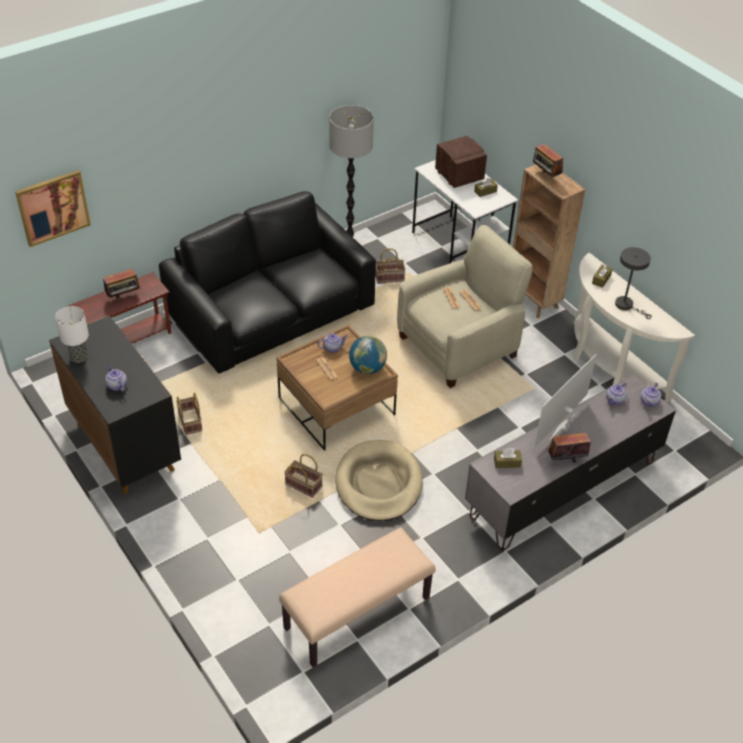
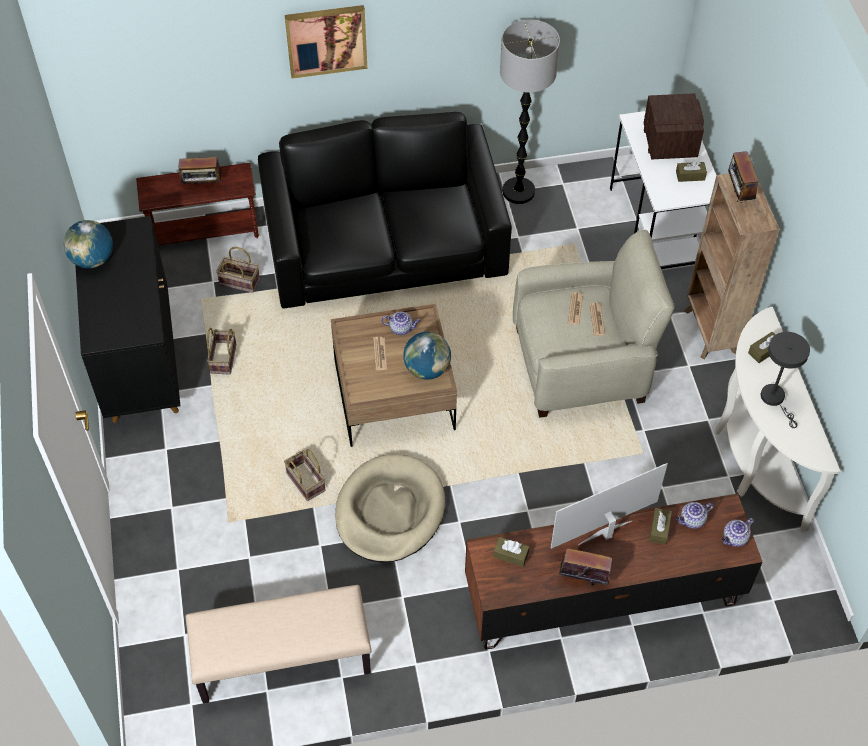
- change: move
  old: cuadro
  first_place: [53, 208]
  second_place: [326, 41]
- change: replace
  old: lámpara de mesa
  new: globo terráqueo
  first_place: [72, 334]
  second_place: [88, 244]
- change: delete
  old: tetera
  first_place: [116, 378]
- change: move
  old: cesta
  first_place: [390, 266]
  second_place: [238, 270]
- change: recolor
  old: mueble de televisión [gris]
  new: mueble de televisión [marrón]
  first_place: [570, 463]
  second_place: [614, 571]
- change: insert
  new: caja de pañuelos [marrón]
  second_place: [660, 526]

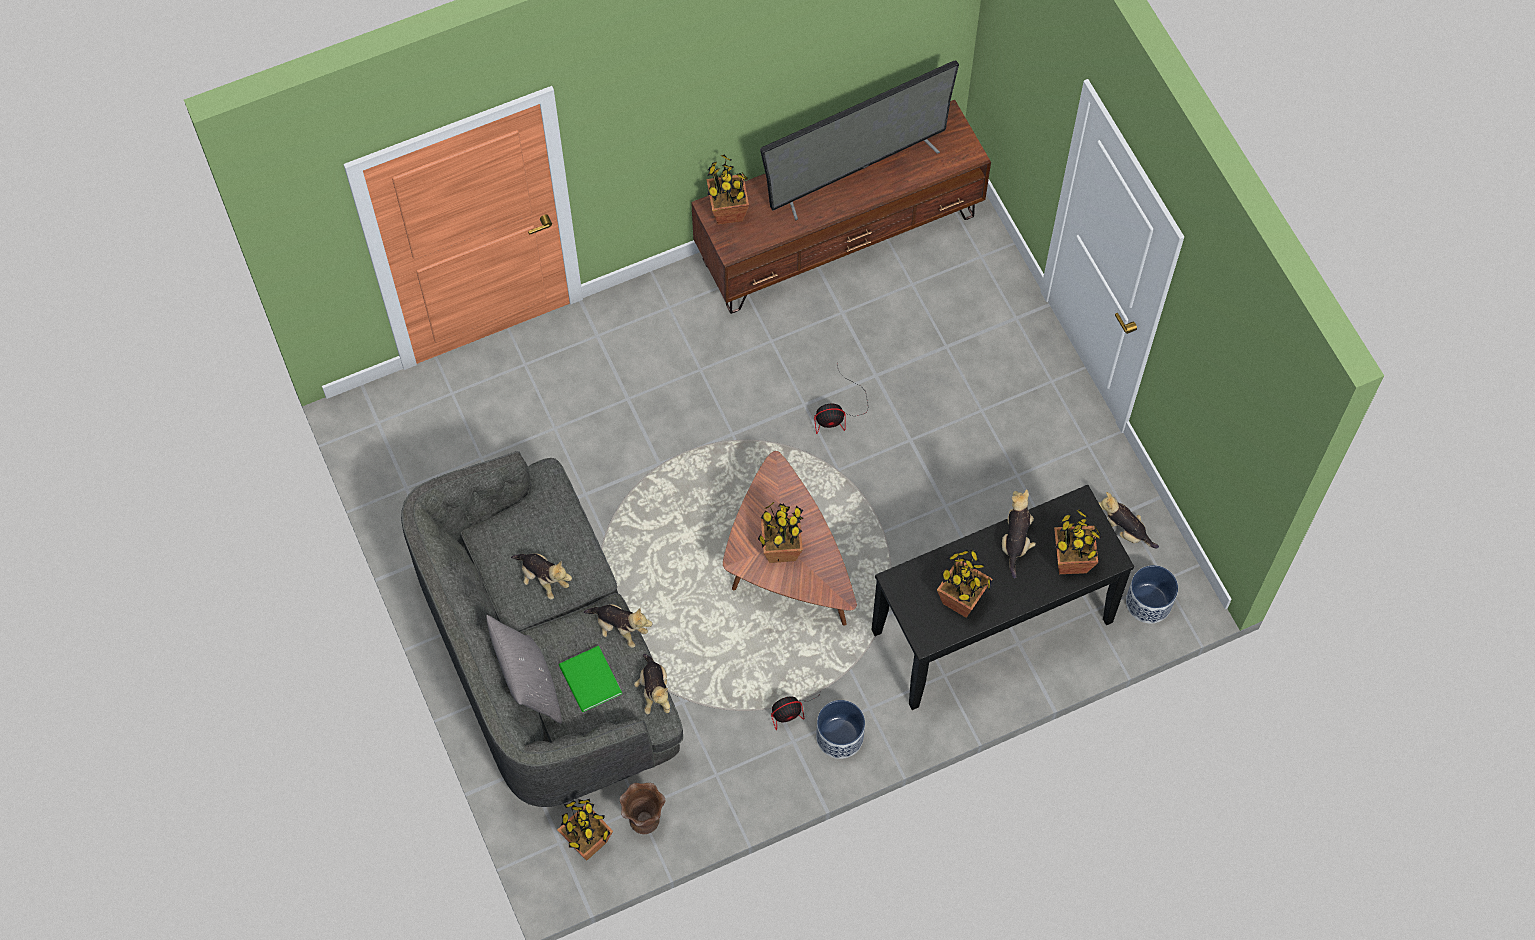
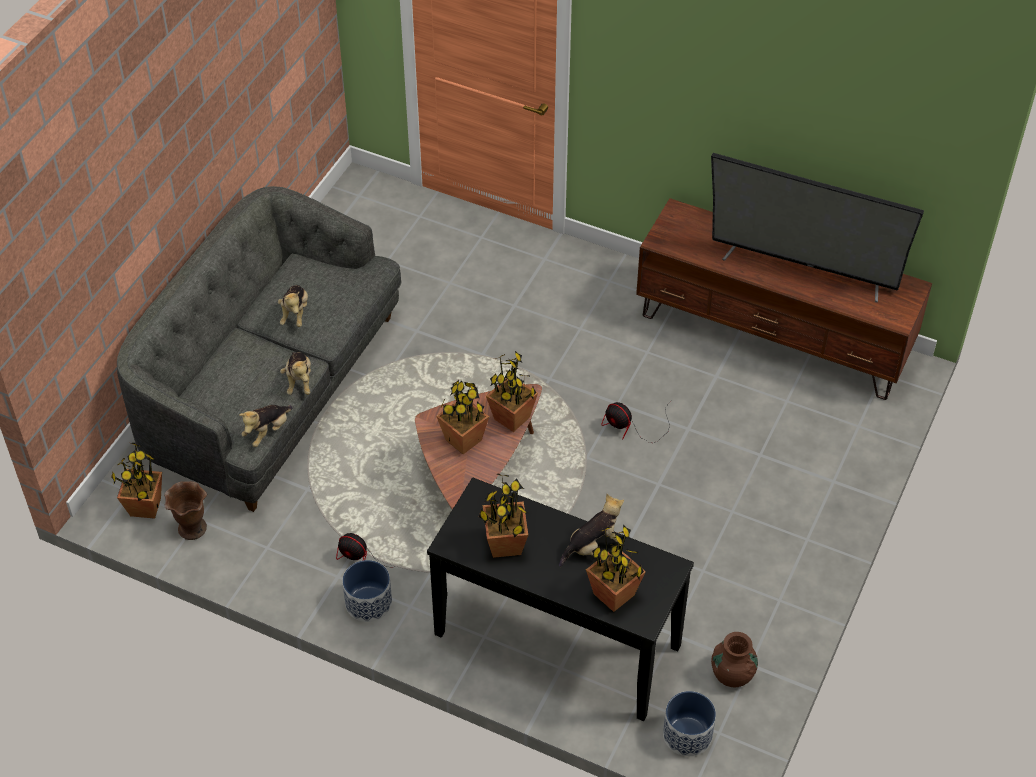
- change: delete
  old: cojín [gris]
  first_place: [524, 669]
- change: delete
  old: libro [verde]
  first_place: [590, 679]
- change: move
  old: planta en maceta
  first_place: [728, 190]
  second_place: [512, 391]
- change: replace
  old: peluche
  new: florero [marrón]
  first_place: [1128, 520]
  second_place: [734, 659]

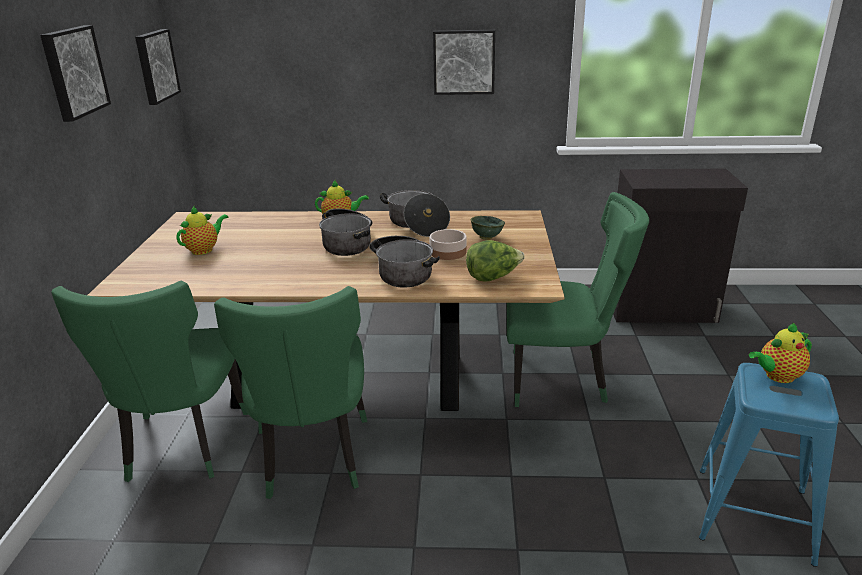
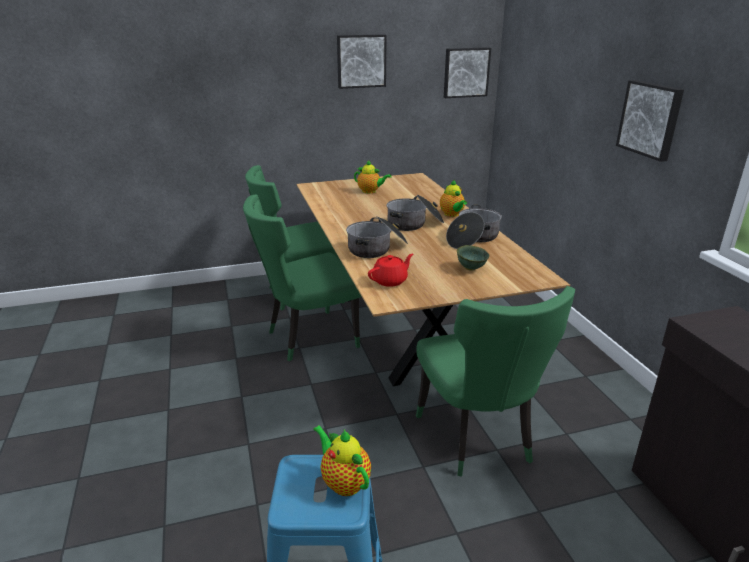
- change: delete
  old: cuenco
  first_place: [448, 244]
- change: replace
  old: lechuga
  new: tetera [rojo]
  first_place: [495, 261]
  second_place: [390, 270]

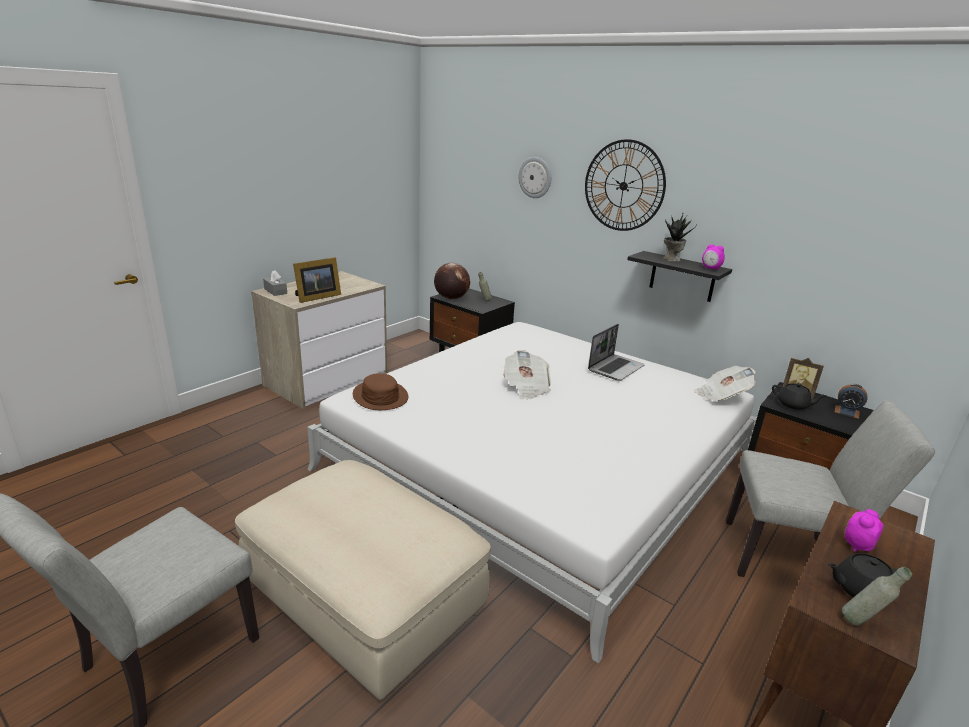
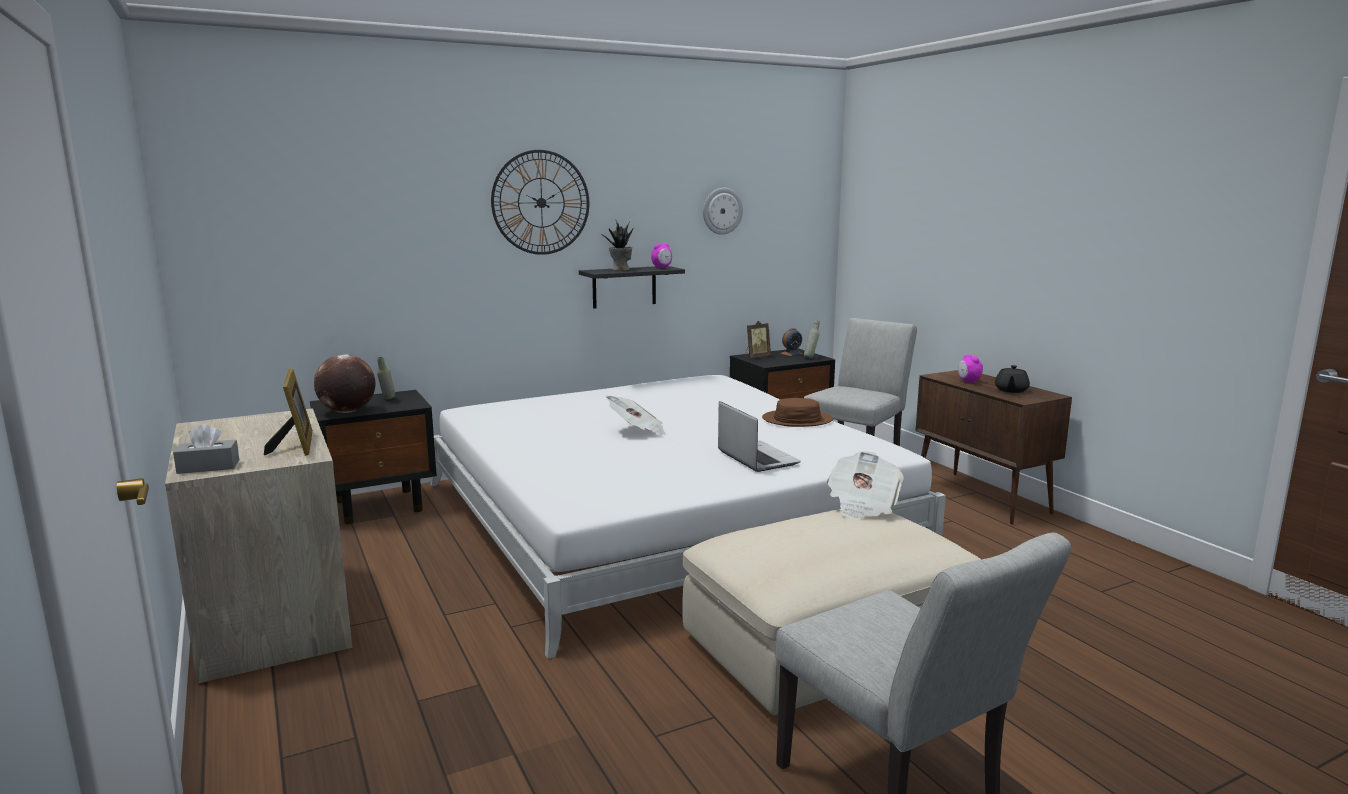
- change: move
  old: sombrero [marrón]
  first_place: [380, 391]
  second_place: [797, 412]
- change: move
  old: reloj de pared
  first_place: [535, 177]
  second_place: [723, 211]
- change: move
  old: portátil
  first_place: [616, 352]
  second_place: [759, 436]
- change: move
  old: periódico
  first_place: [725, 384]
  second_place: [865, 485]
- change: delete
  old: tetera [negro]
  first_place: [799, 396]
- change: move
  old: botella [gris]
  first_place: [877, 596]
  second_place: [812, 339]

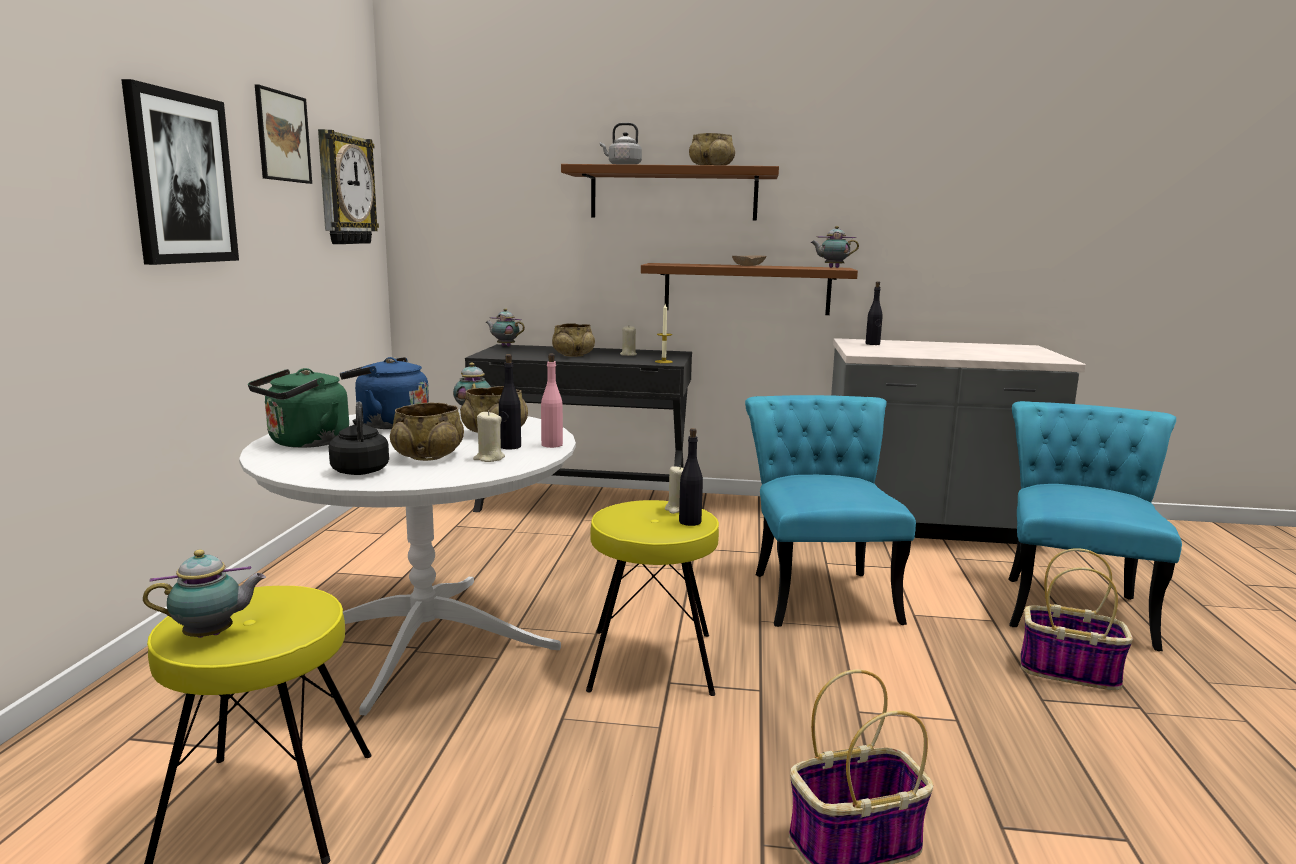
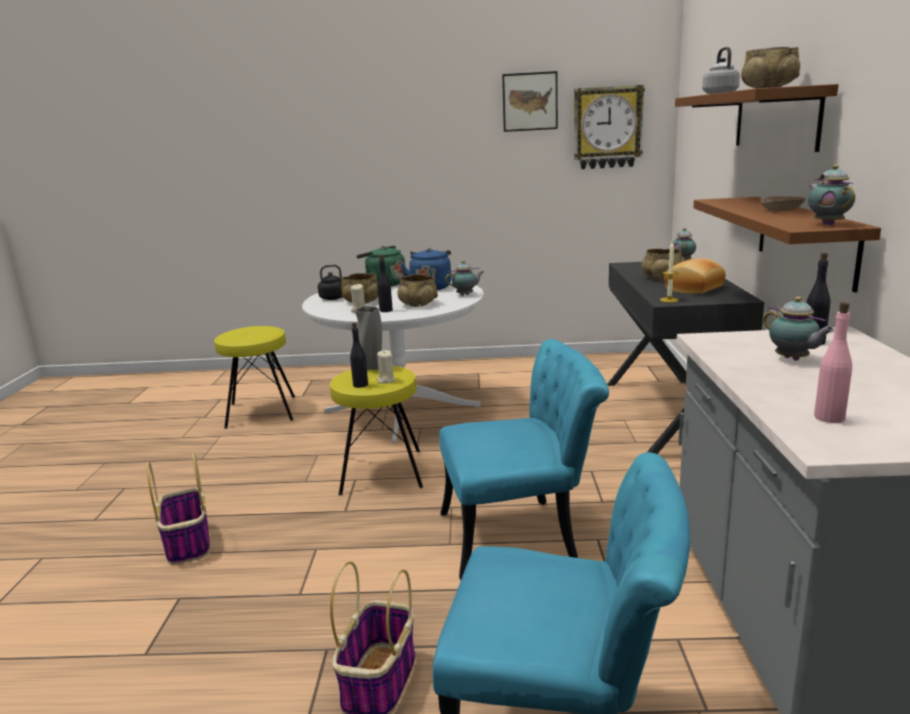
- change: delete
  old: cuadro
  first_place: [180, 172]
- change: move
  old: tetera
  first_place: [204, 593]
  second_place: [798, 329]
- change: move
  old: botella [rosa]
  first_place: [552, 400]
  second_place: [833, 362]
- change: replace
  old: vela [beis]
  new: pan
  first_place: [628, 341]
  second_place: [695, 276]
- change: insert
  new: florero [gris]
  second_place: [368, 338]

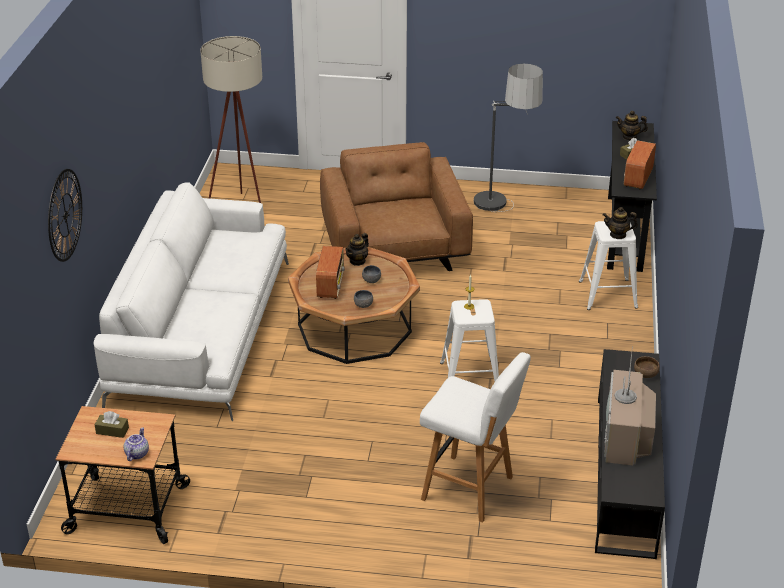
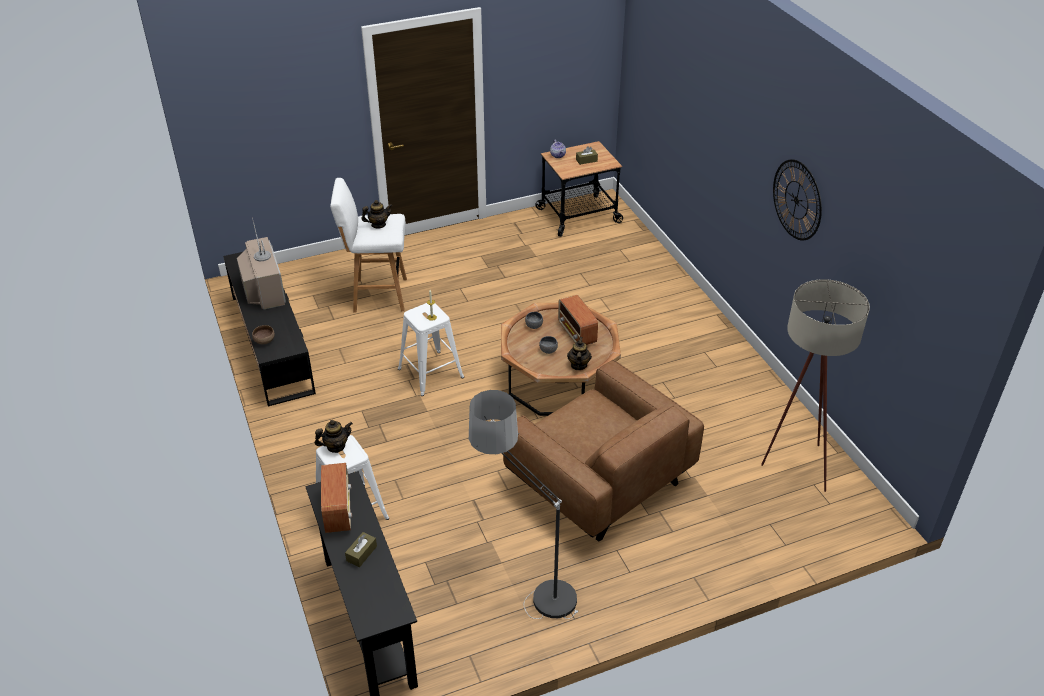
- change: move
  old: reloj de pared
  first_place: [65, 215]
  second_place: [797, 199]
- change: delete
  old: sofá [blanco]
  first_place: [191, 301]
- change: move
  old: tetera
  first_place: [632, 126]
  second_place: [377, 214]

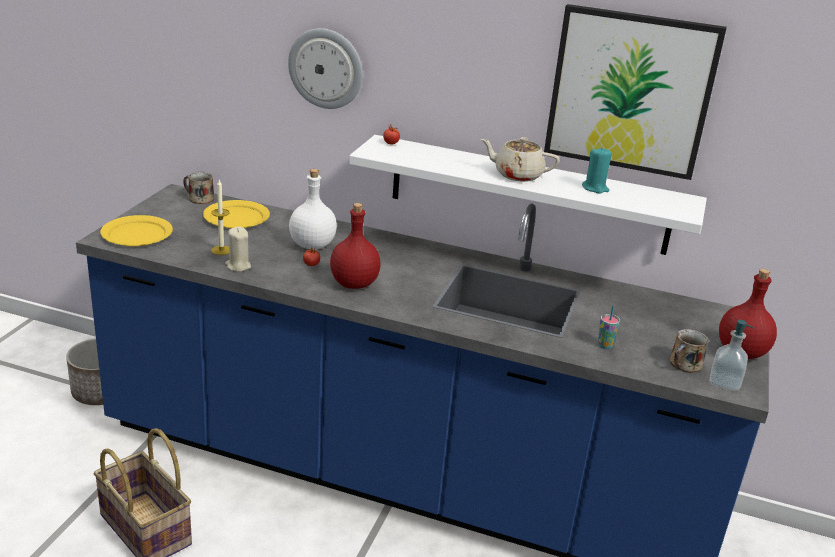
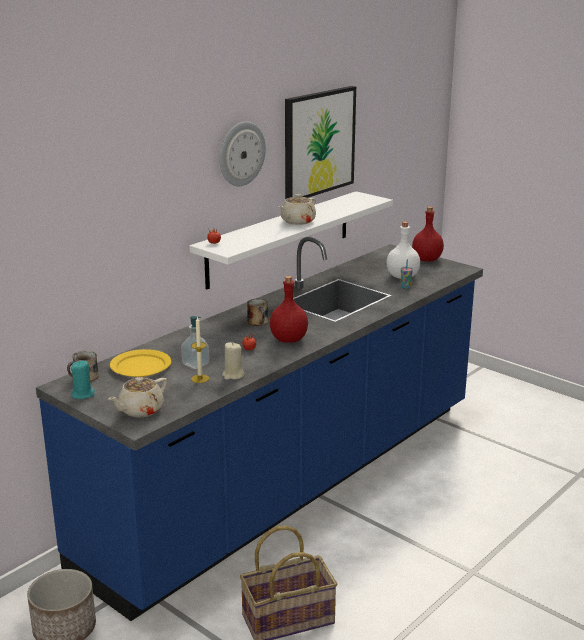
- change: replace
  old: plato [amarillo]
  new: tetera [beis]
  first_place: [136, 230]
  second_place: [137, 397]
- change: move
  old: reloj de pared
  first_place: [325, 68]
  second_place: [243, 154]
- change: move
  old: botella [blanco]
  first_place: [313, 209]
  second_place: [403, 250]
- change: move
  old: vela [turquesa]
  first_place: [597, 170]
  second_place: [83, 380]
- change: move
  old: taza grande
  first_place: [689, 351]
  second_place: [258, 312]
- change: move
  old: dispensador de jabón
  first_place: [731, 355]
  second_place: [195, 342]

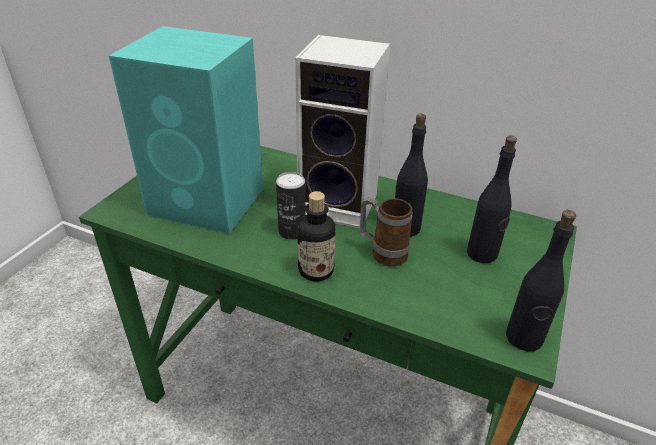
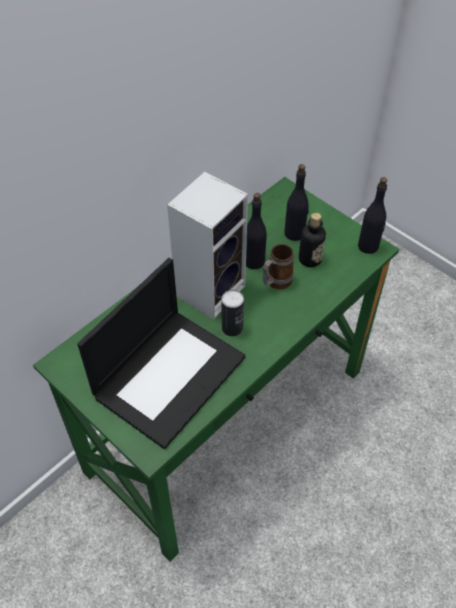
- change: replace
  old: altavoz [turquesa]
  new: portátil
  first_place: [186, 130]
  second_place: [161, 353]
- change: move
  old: botella
  first_place: [316, 236]
  second_place: [312, 240]

